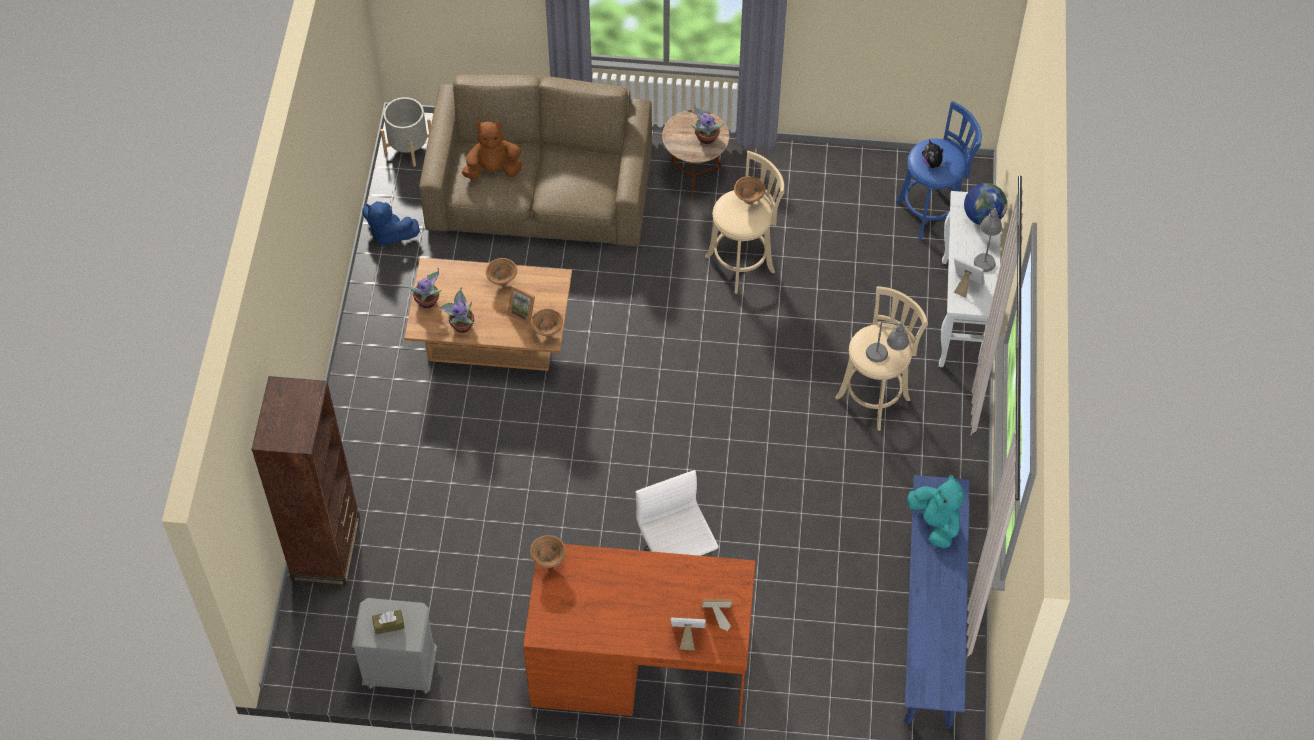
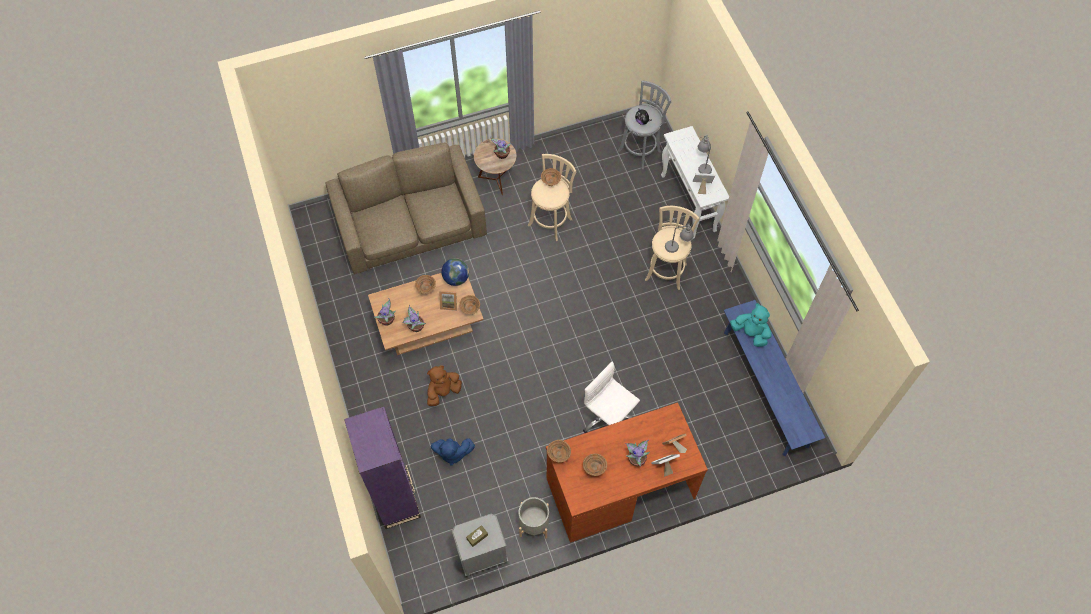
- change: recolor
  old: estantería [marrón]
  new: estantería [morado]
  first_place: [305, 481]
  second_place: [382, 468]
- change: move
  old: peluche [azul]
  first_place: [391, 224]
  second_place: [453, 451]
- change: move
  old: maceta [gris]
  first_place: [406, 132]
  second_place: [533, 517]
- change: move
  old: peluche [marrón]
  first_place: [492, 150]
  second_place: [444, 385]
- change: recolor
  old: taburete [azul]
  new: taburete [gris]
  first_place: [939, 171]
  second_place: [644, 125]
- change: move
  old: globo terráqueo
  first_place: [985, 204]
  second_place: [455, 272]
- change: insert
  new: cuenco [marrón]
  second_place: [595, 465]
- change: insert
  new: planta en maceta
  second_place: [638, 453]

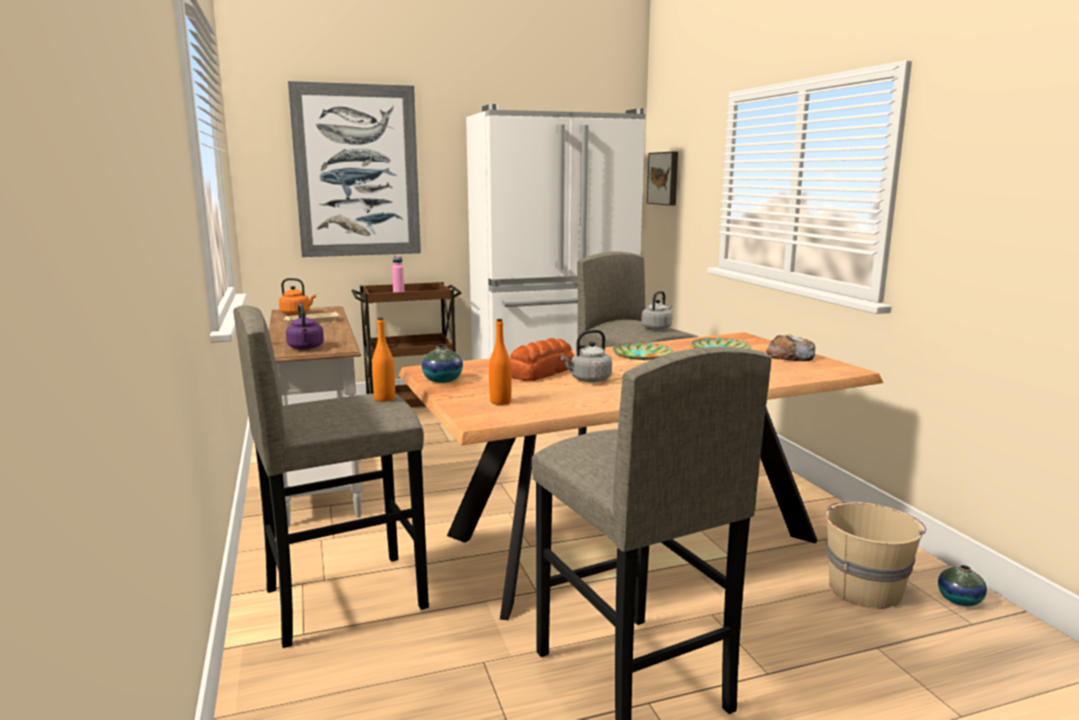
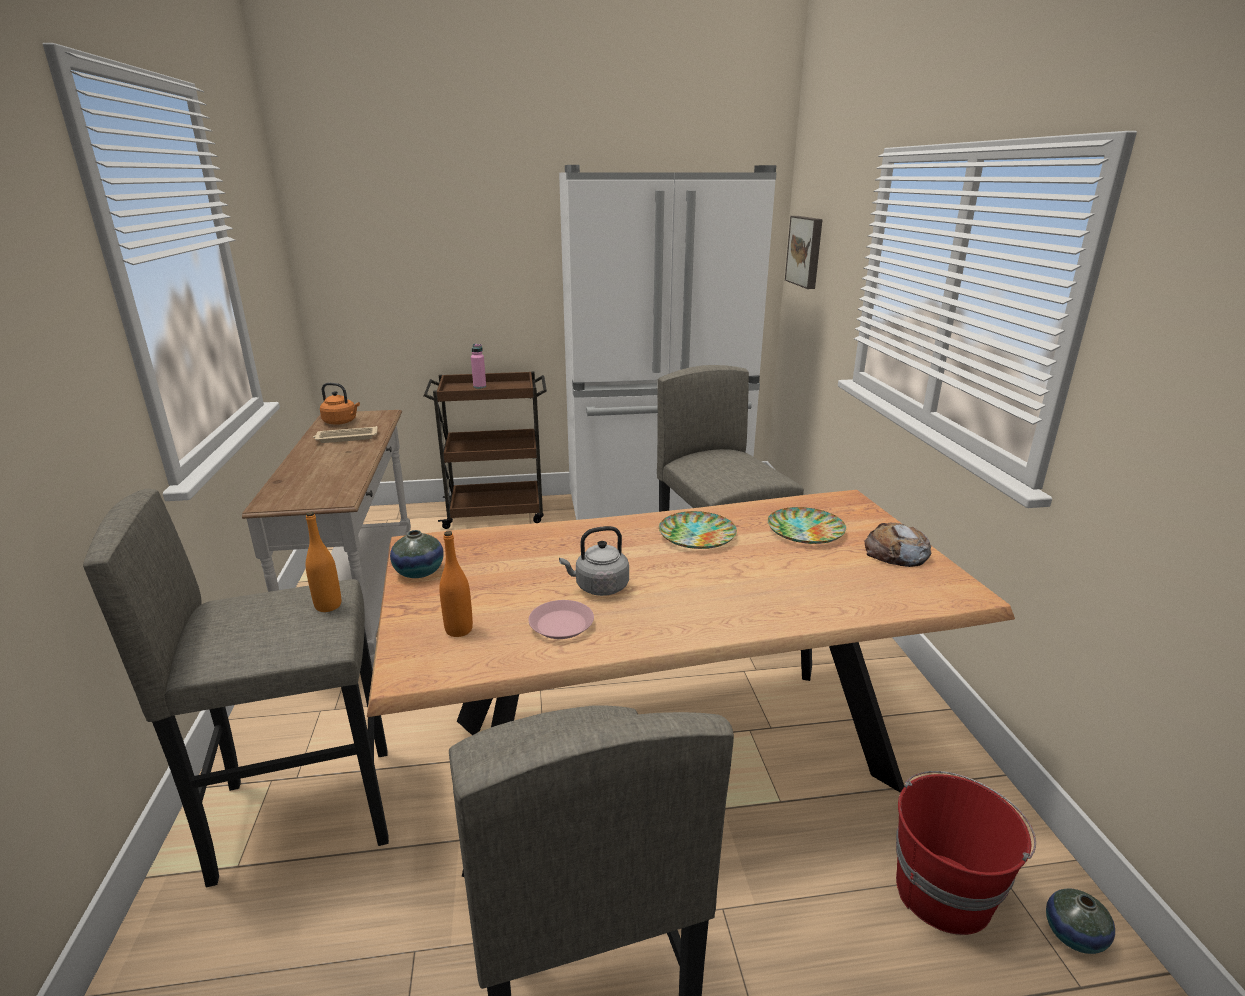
- change: delete
  old: hervidor [morado]
  first_place: [305, 326]
- change: delete
  old: cuadro
  first_place: [354, 169]
- change: delete
  old: pan
  first_place: [542, 359]
- change: delete
  old: hervidor [gris]
  first_place: [656, 310]
- change: recolor
  old: cubo [beis]
  new: cubo [rojo]
  first_place: [876, 555]
  second_place: [966, 853]
- change: insert
  new: plato [rosa]
  second_place: [561, 619]

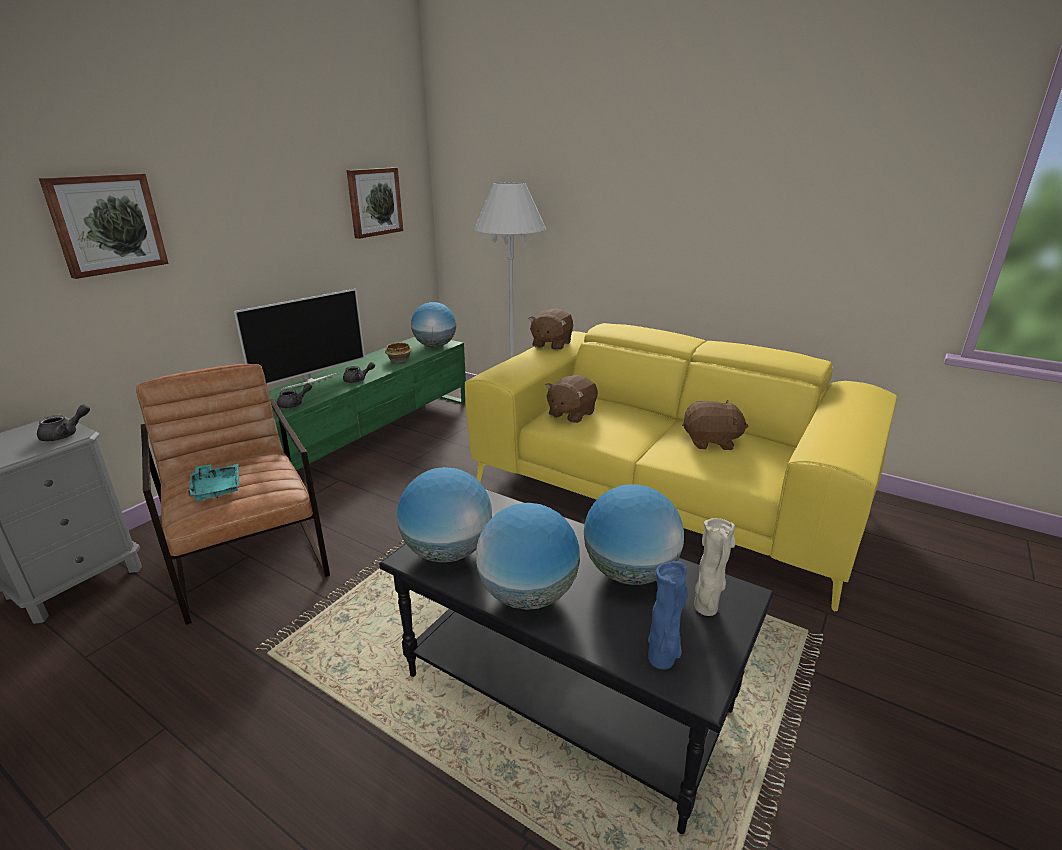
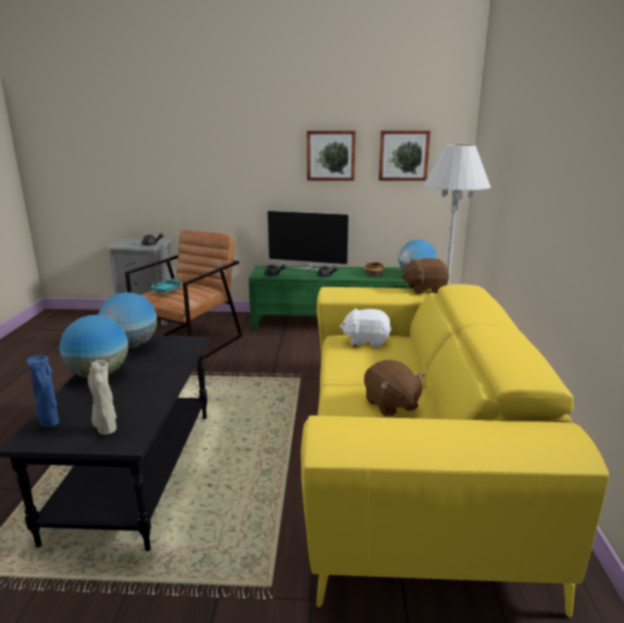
- change: move
  old: cuadro
  first_place: [104, 226]
  second_place: [331, 156]
- change: recolor
  old: peluche [marrón]
  new: peluche [blanco]
  first_place: [572, 399]
  second_place: [366, 328]
- change: delete
  old: globo terráqueo
  first_place: [634, 534]

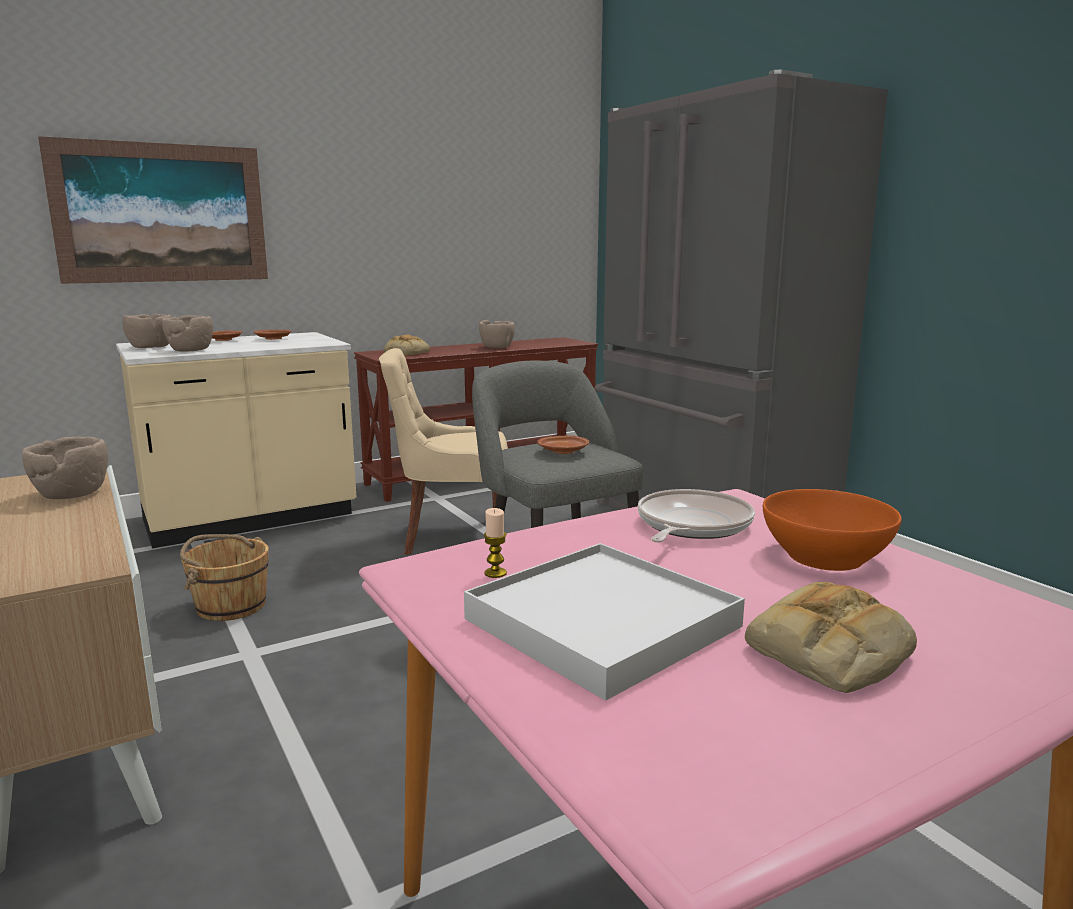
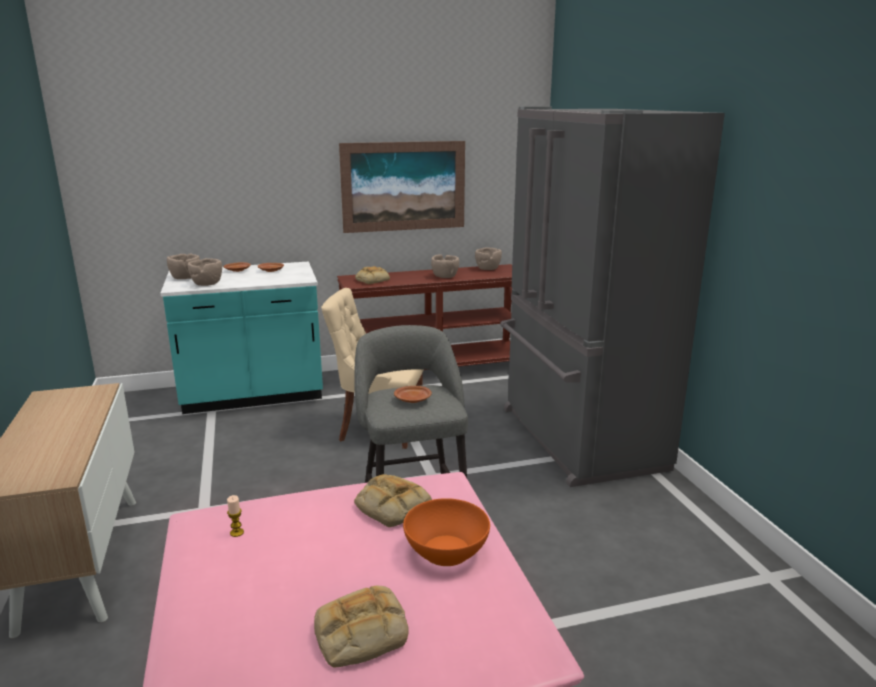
- change: move
  old: cuenco [marrón]
  first_place: [65, 468]
  second_place: [488, 259]
- change: move
  old: cuadro
  first_place: [153, 210]
  second_place: [402, 187]
- change: recolor
  old: mueble bajo de cocina [beis]
  new: mueble bajo de cocina [turquesa]
  first_place: [236, 440]
  second_place: [241, 338]
- change: delete
  old: cubo [marrón]
  first_place: [224, 577]
- change: delete
  old: bandeja [blanco]
  first_place: [604, 622]
- change: replace
  old: sartén
  new: pan
  first_place: [696, 516]
  second_place: [393, 500]

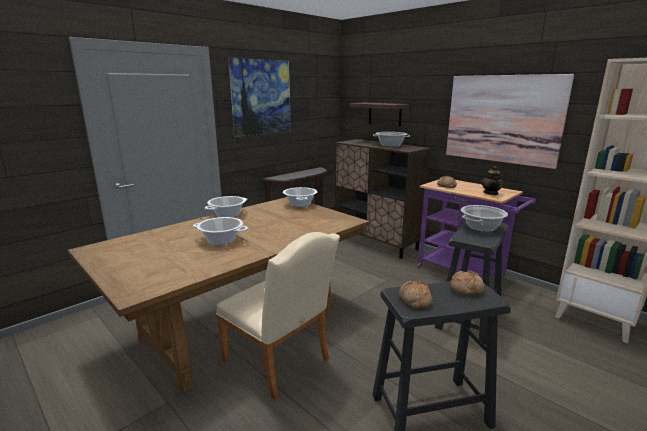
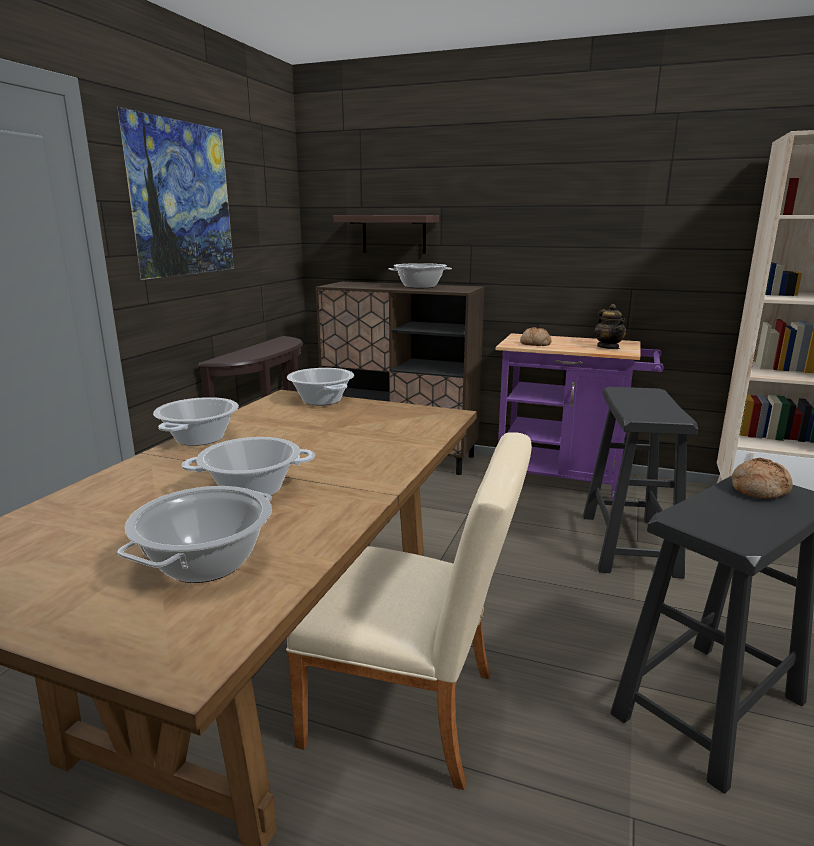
- change: delete
  old: pan
  first_place: [415, 294]
- change: delete
  old: cuadro
  first_place: [510, 121]
- change: move
  old: olla
  first_place: [484, 218]
  second_place: [194, 534]

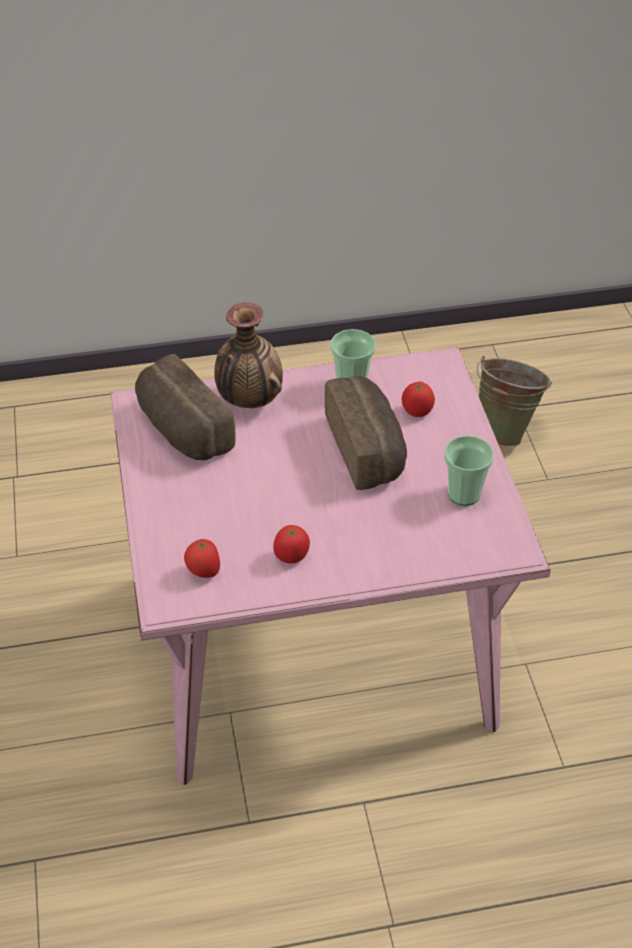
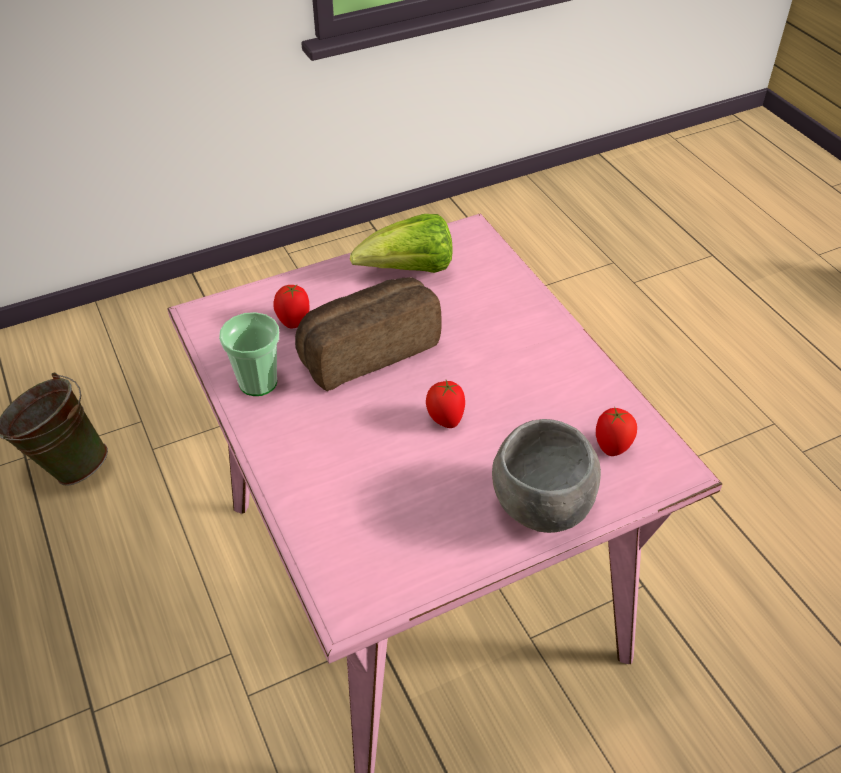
- change: delete
  old: pan
  first_place: [185, 407]
- change: delete
  old: florero
  first_place: [248, 355]
- change: move
  old: tomate
  first_place: [291, 544]
  second_place: [445, 404]
- change: replace
  old: taza
  new: lechuga
  first_place: [469, 471]
  second_place: [401, 243]
- change: insert
  new: cuenco [gris]
  second_place: [546, 476]

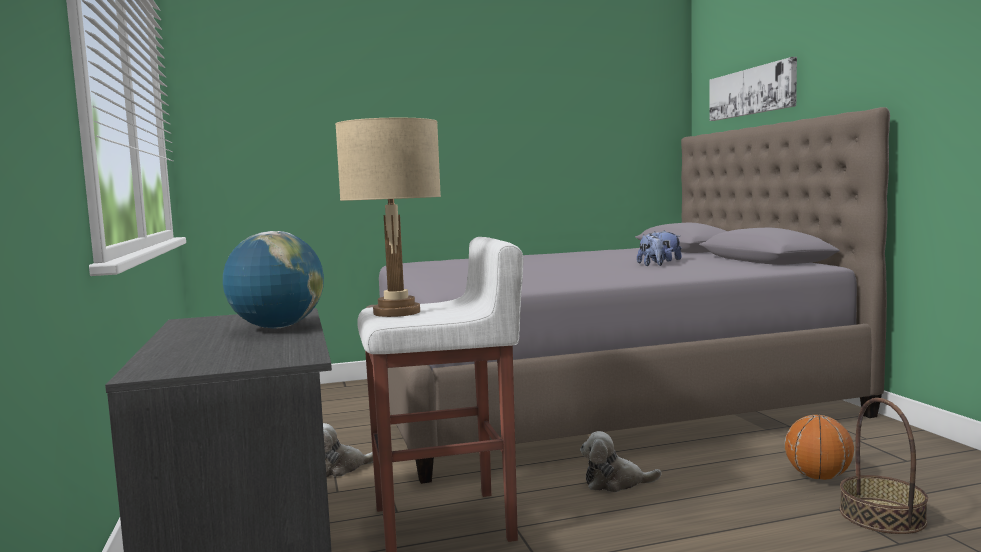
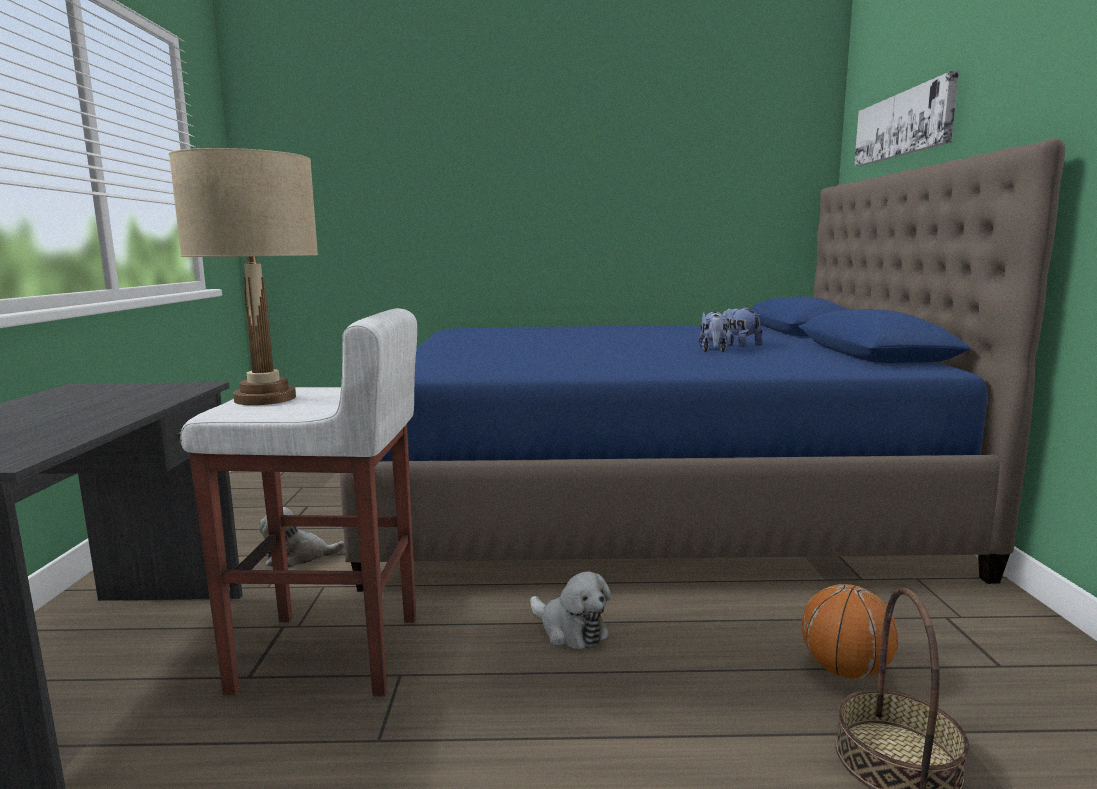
- change: delete
  old: globo terráqueo
  first_place: [273, 280]
- change: recolor
  old: cama [gris]
  new: cama [azul]
  first_place: [628, 295]
  second_place: [702, 365]
- change: rotate
  old: peluche
  first_place: [621, 461]
  second_place: [570, 610]
  degrees: -150

